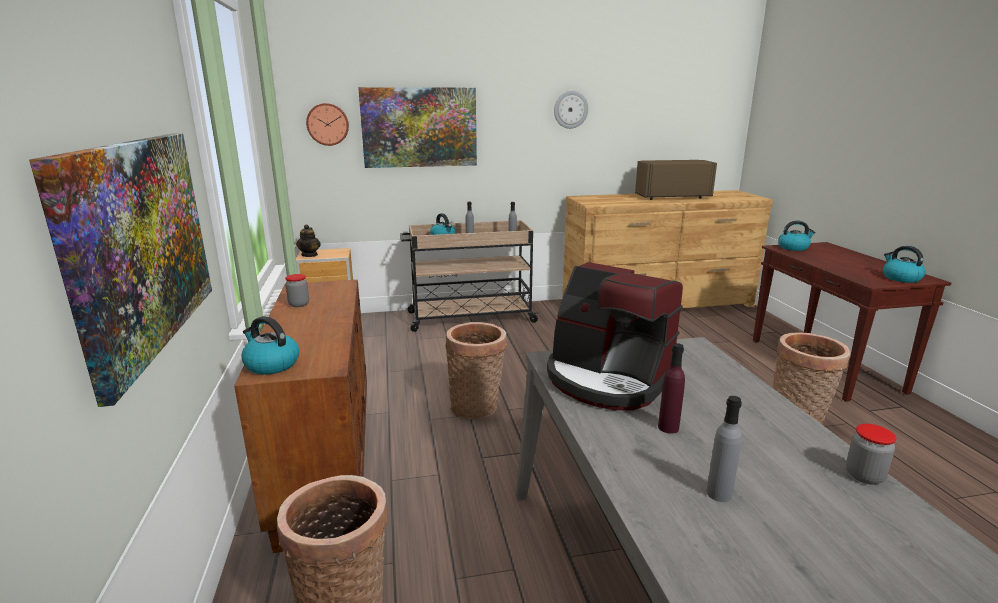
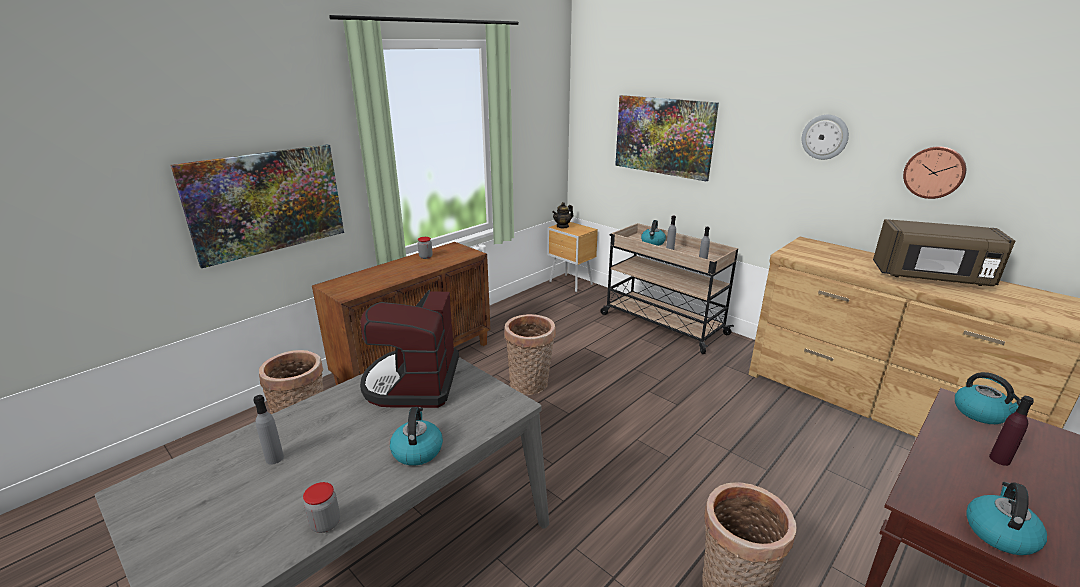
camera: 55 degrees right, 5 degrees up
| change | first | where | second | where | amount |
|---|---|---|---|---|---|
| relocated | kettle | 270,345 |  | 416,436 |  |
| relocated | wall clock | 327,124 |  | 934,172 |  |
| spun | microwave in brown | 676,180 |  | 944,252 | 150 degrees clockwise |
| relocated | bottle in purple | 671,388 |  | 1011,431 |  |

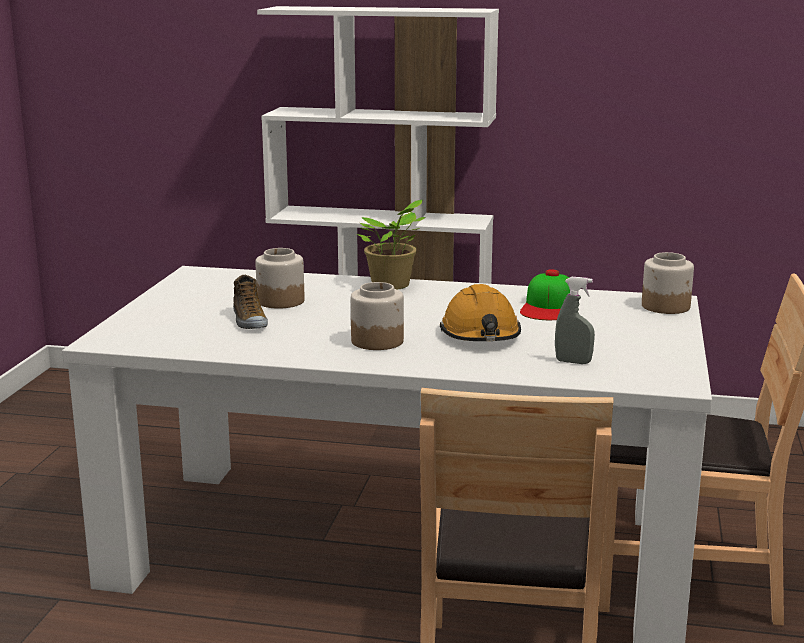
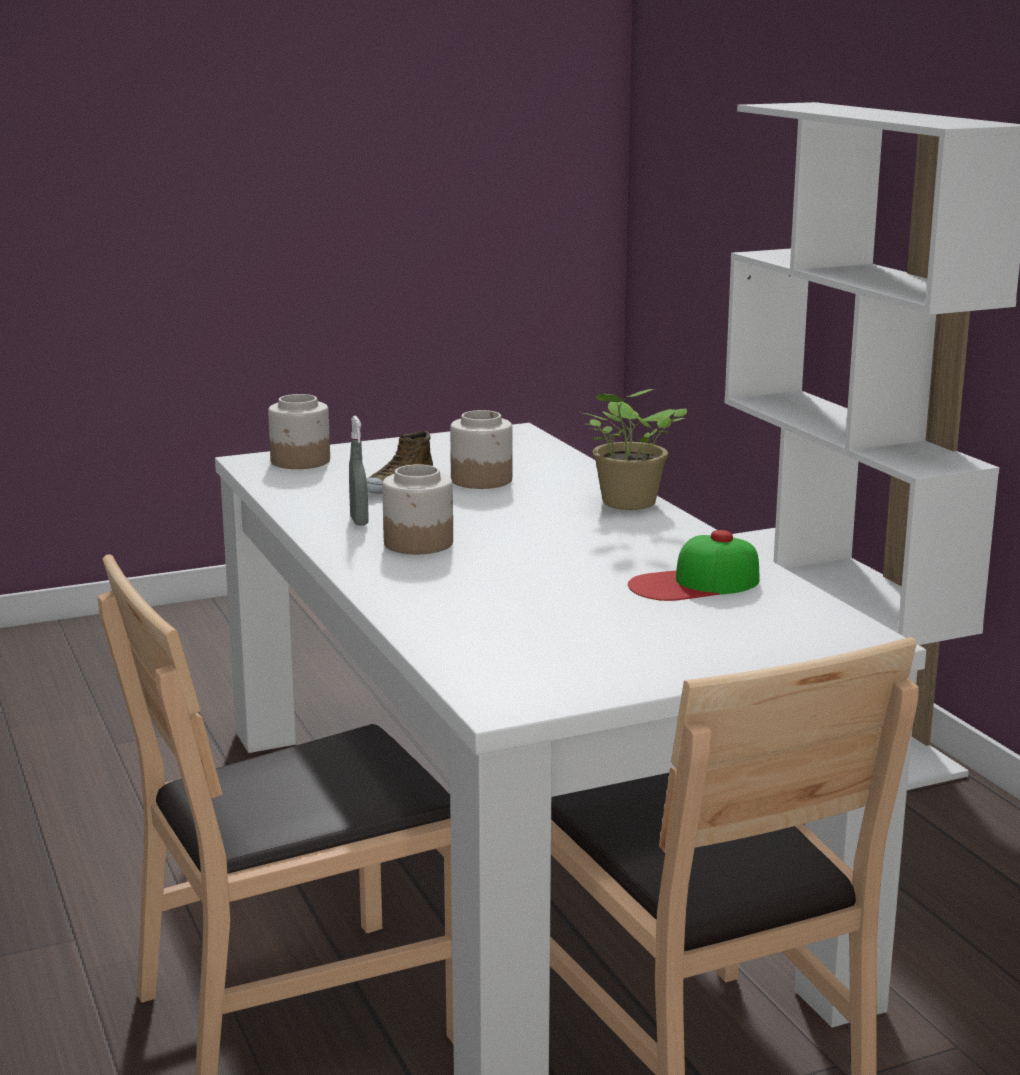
camera: 55 degrees right, 0 degrees up
| change | first | where | second | where | amount |
|---|---|---|---|---|---|
| missing | hard hat in orange | 480,312 |  |  |  |
| relocated | spray bottle in grey | 575,320 |  | 358,471 |  |
| relocated | jar | 668,283 |  | 299,431 |  |

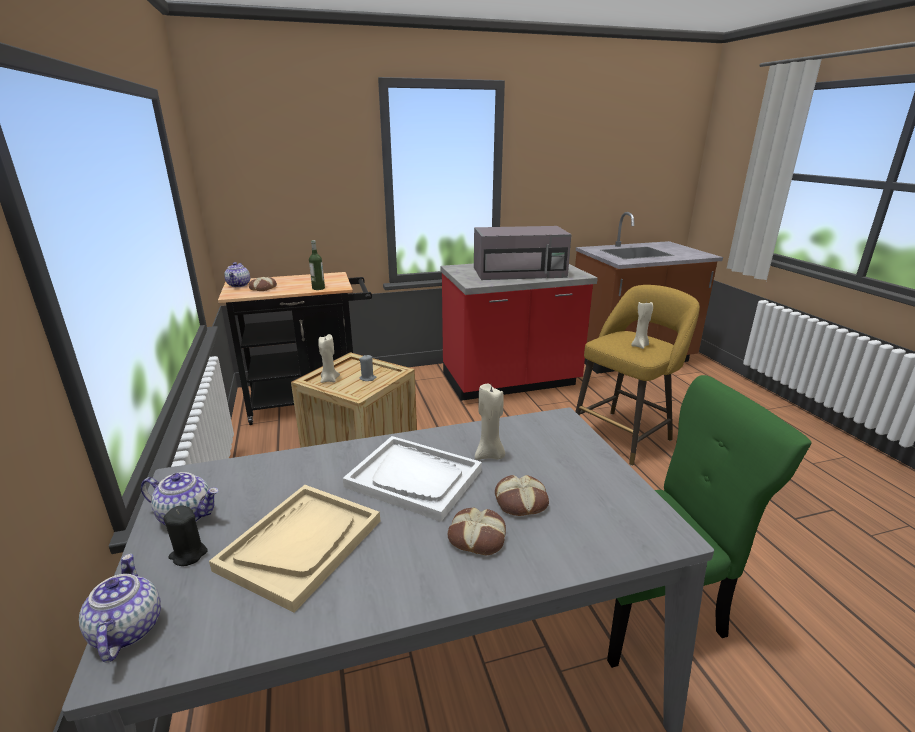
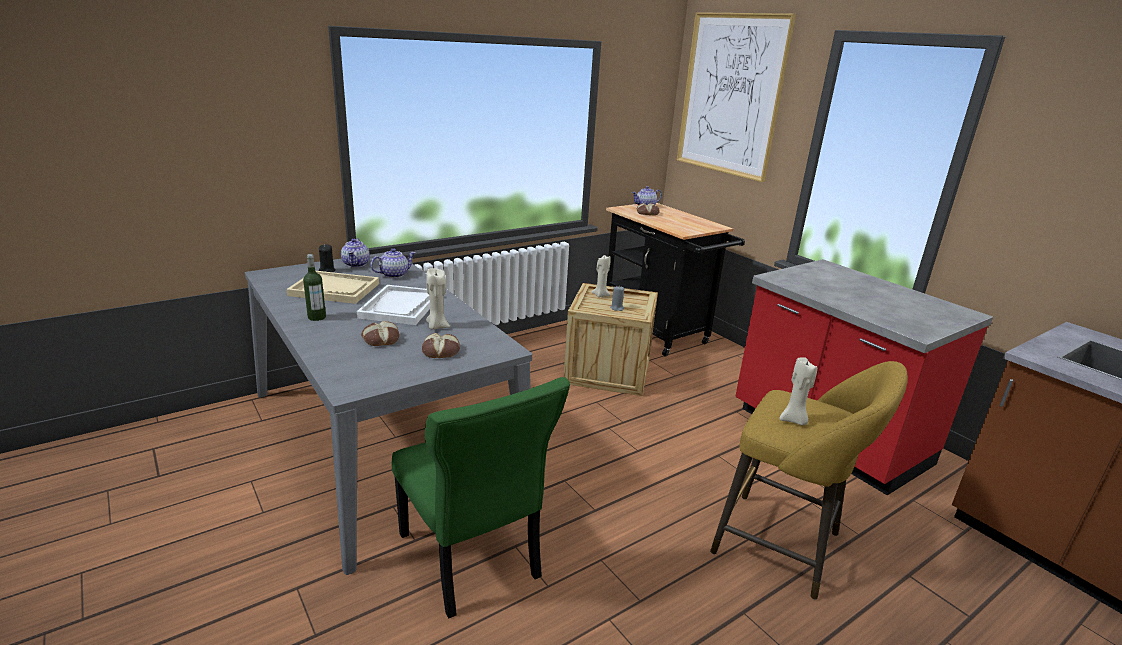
camera: 70 degrees right, 0 degrees up
| change | first | where | second | where | amount |
|---|---|---|---|---|---|
| relocated | teapot | 120,608 |  | 392,263 |  |
| relocated | bottle | 317,265 |  | 314,287 |  |
| relocated | bread | 477,531 |  | 441,345 |  |
| missing | microwave in grey | 523,253 |  |  |  |
| appeared |  |  | picture | 736,97 |  |

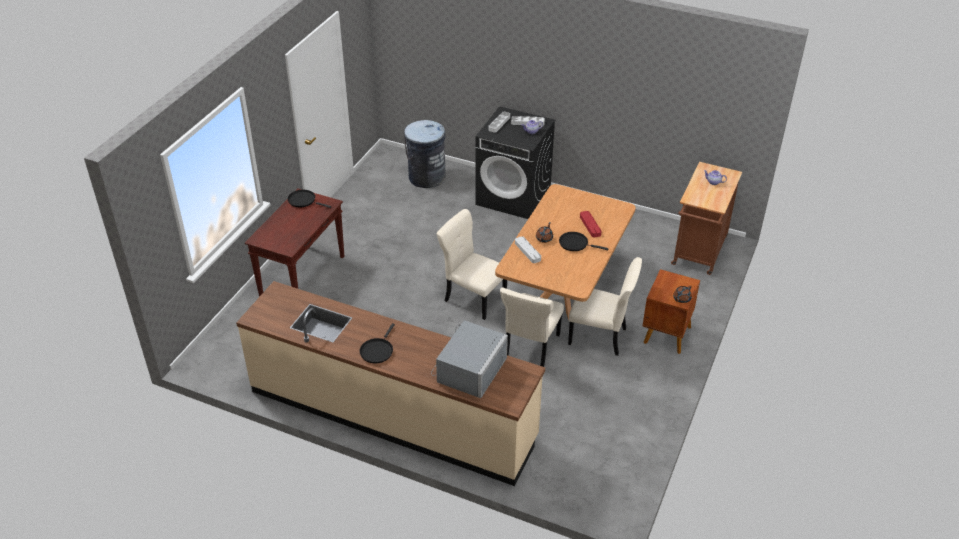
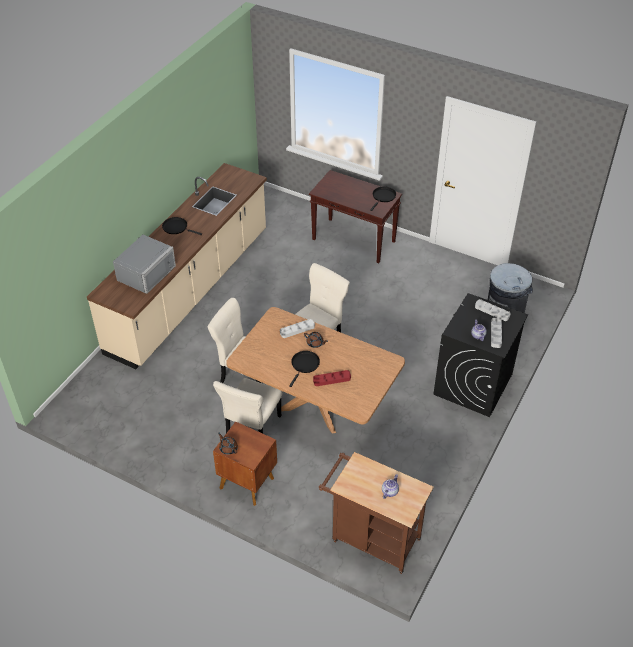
camera: 95 degrees right, 5 degrees up
| change | first | where | second | where | amount |
|---|---|---|---|---|---|
| spun | microwave in grey | 469,359 |  | 144,264 | 90 degrees counterclockwise |

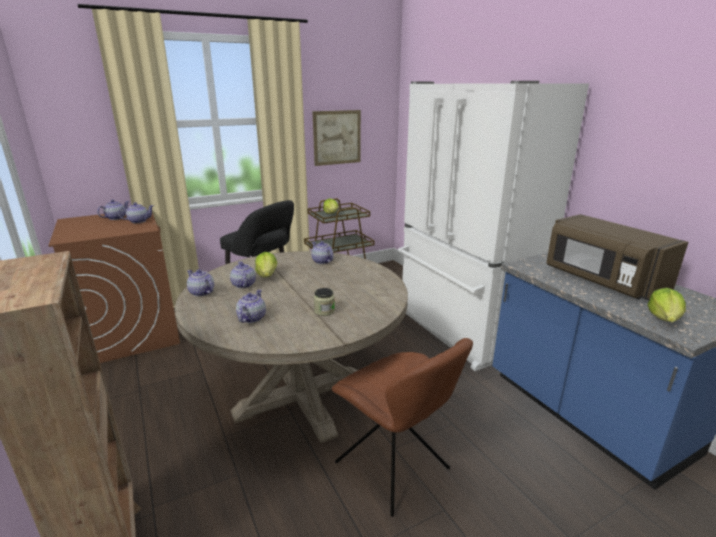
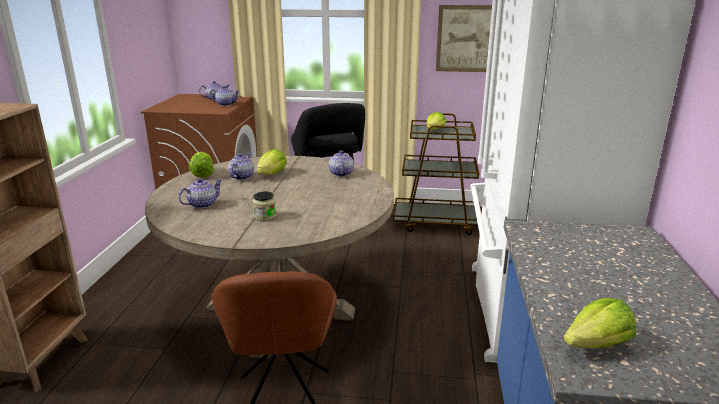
camera: 35 degrees right, 0 degrees up
| change | first | where | second | where | amount |
|---|---|---|---|---|---|
| exchanged | teapot | 200,283 | lettuce | 201,165 |  |
| missing | microwave in brown | 617,257 |  |  |  |

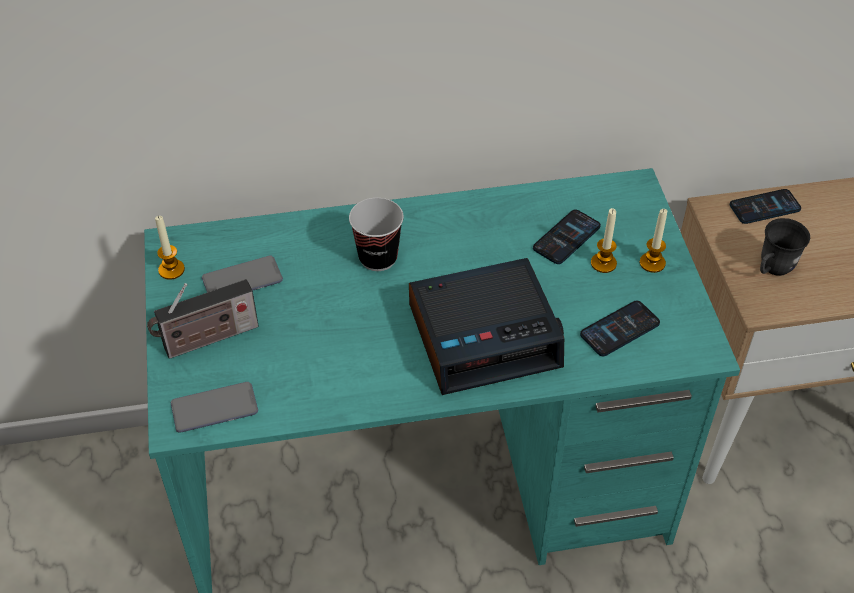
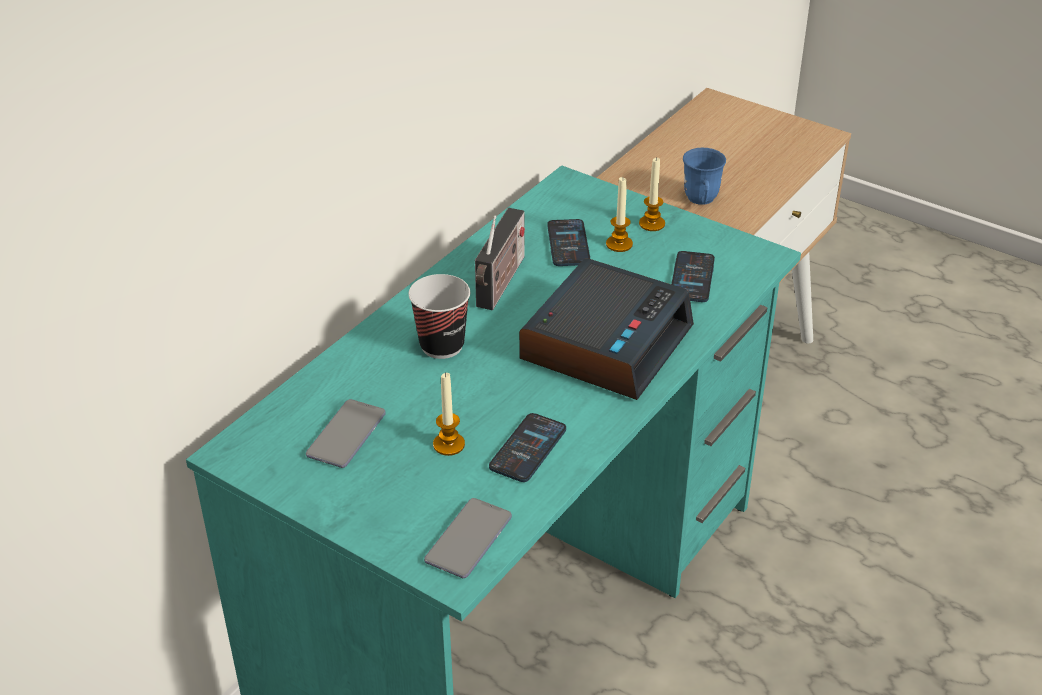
camera: 45 degrees left, 10 degrees down
| change | first | where | second | where | amount |
|---|---|---|---|---|---|
| relocated | radio | 203,319 |  | 500,259 |  |
| relocated | candle | 170,248 |  | 449,414 |  |
| relocated | phone | 765,206 |  | 527,447 |  |
| colour | mug in grey | 785,247 | mug in blue | 704,176 |  |

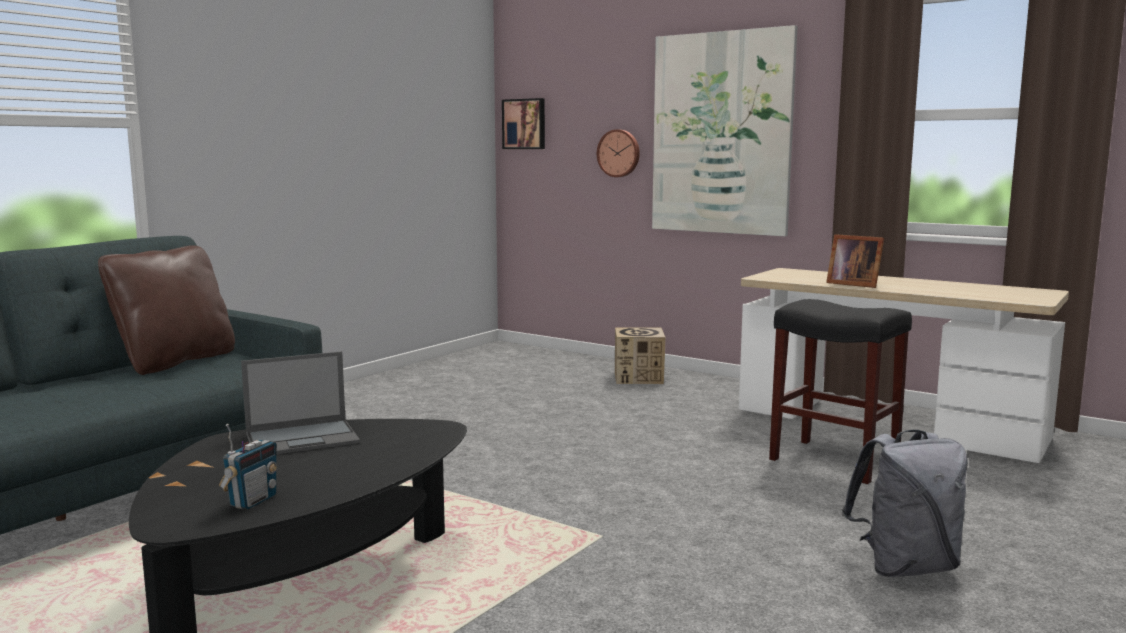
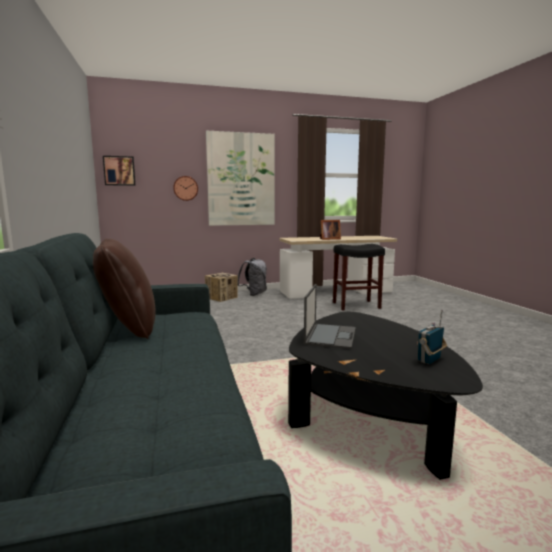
camera: 50 degrees left, 0 degrees up
| change | first | where | second | where | amount |
|---|---|---|---|---|---|
| spun | radio | 248,467 |  | 432,337 | 105 degrees counterclockwise |
| relocated | backpack in grey | 905,503 |  | 252,277 |  |

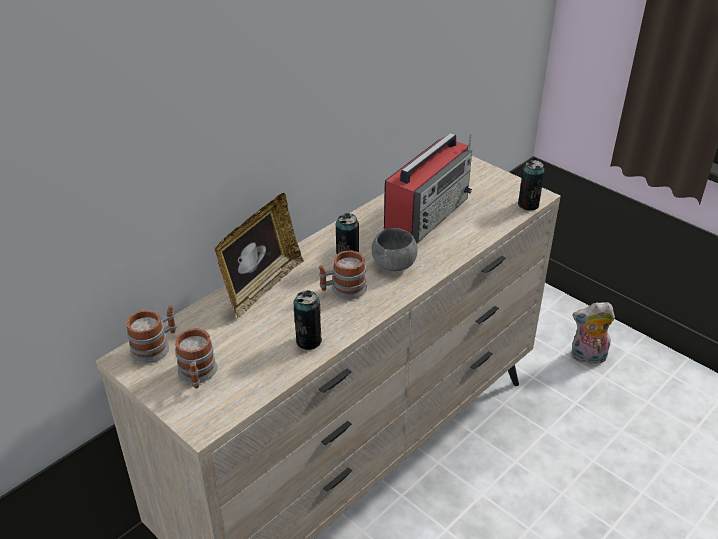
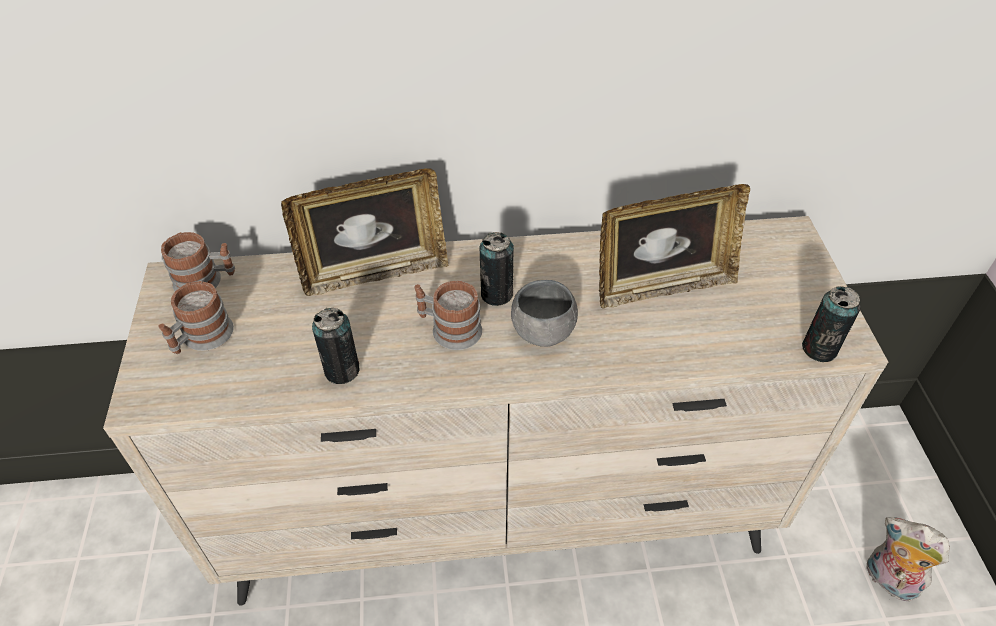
camera: 40 degrees right, 10 degrees up
| change | first | where | second | where | amount |
|---|---|---|---|---|---|
| exchanged | radio | 428,188 | picture frame | 674,246 |  |

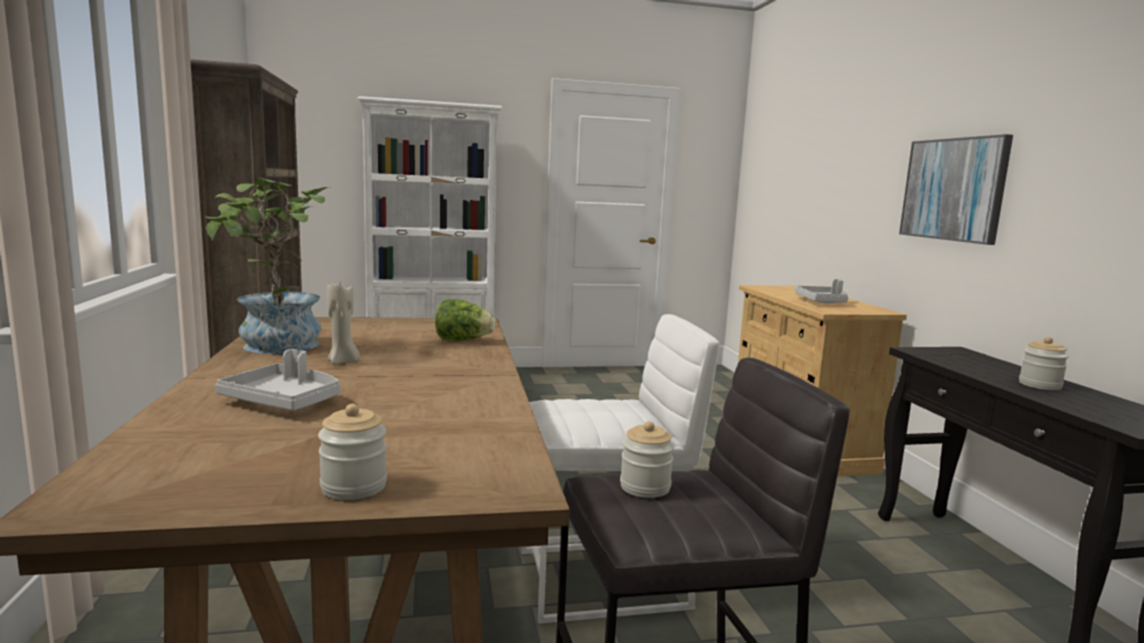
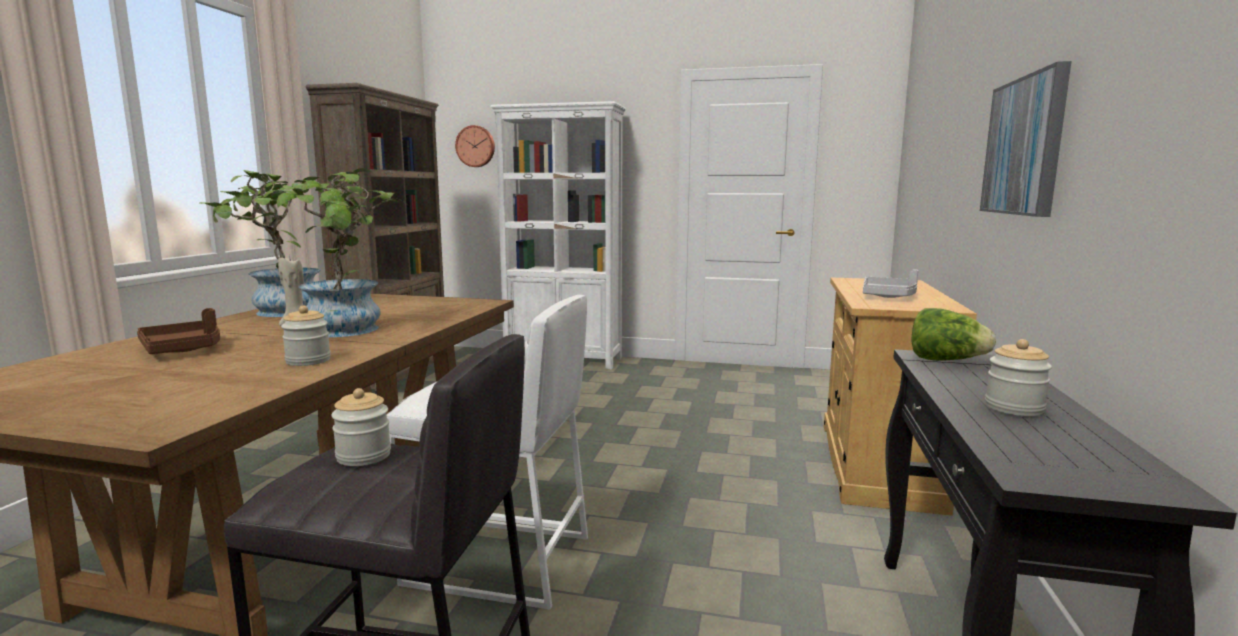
camera: 25 degrees right, 0 degrees up
| change | first | where | second | where | amount |
|---|---|---|---|---|---|
| colour | tray in grey | 277,380 | tray in brown | 178,331 |  |
| relocated | jar | 352,452 |  | 306,335 |  |
| relocated | lettuce | 465,320 |  | 954,334 |  |
| appeared |  |  | potted plant | 340,252 |  |
| appeared |  |  | wall clock | 475,146 |  |

